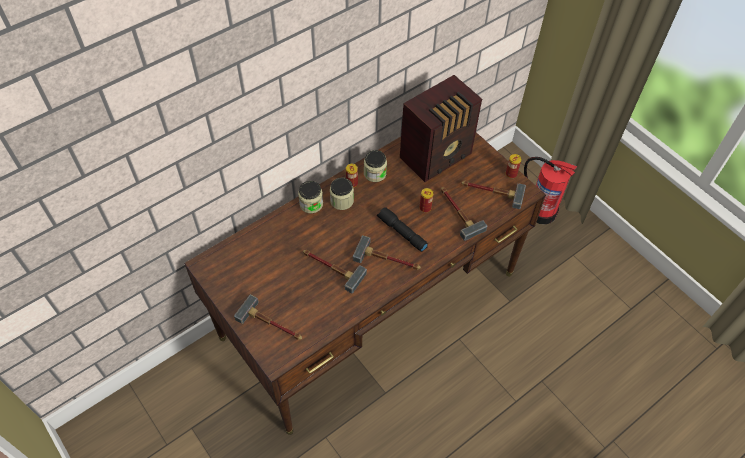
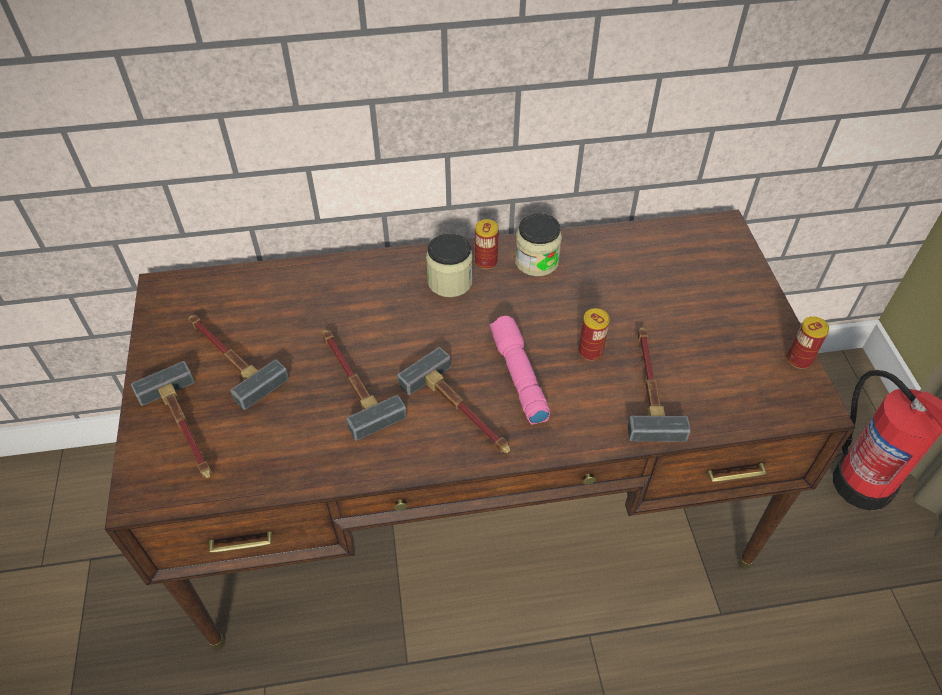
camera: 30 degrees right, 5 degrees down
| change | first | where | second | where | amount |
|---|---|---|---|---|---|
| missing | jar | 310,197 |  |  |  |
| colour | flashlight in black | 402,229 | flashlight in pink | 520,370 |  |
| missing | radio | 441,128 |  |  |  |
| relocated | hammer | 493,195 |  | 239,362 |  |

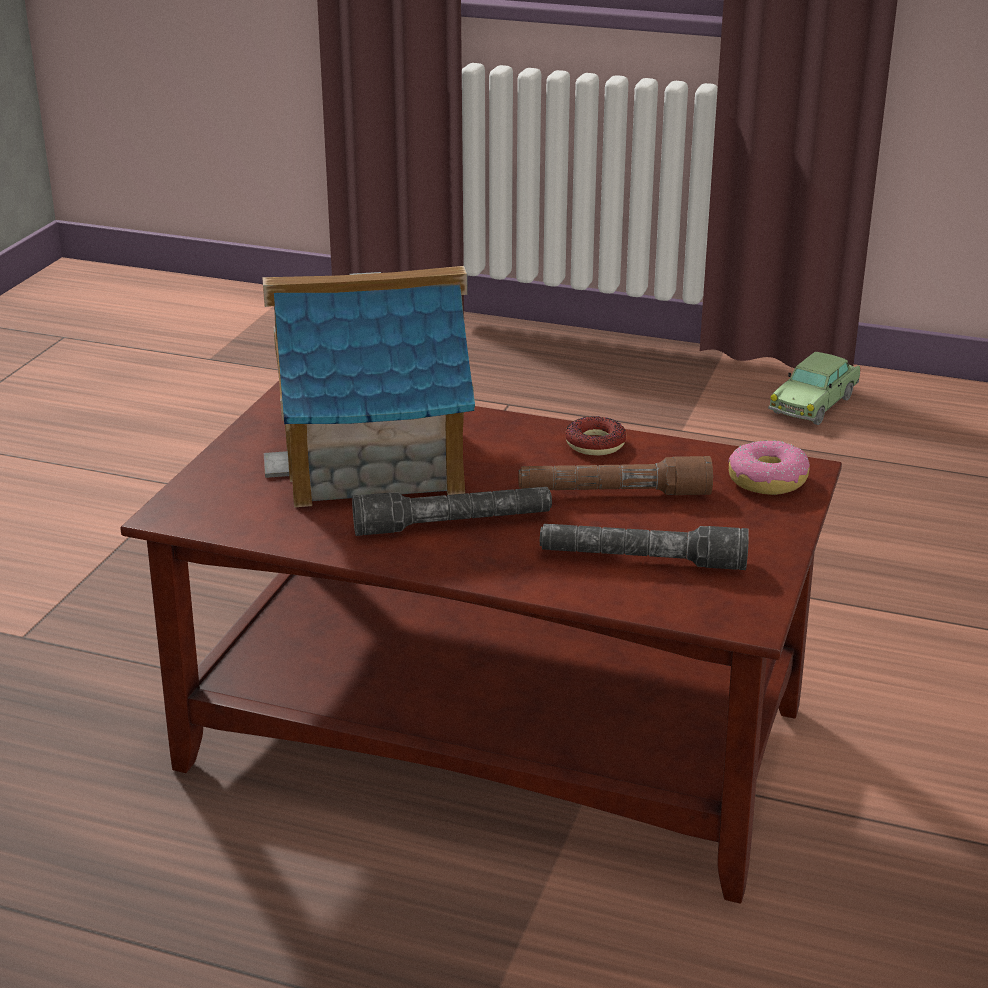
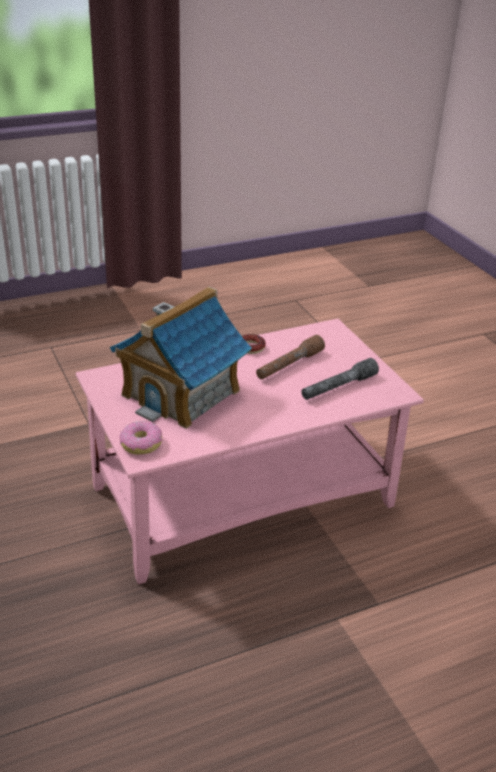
camera: 45 degrees left, 5 degrees up
| change | first | where | second | where | amount |
|---|---|---|---|---|---|
| colour | coffee table in brown | 481,642 | coffee table in pink | 250,451 |  |
| missing | flashlight in grey | 452,511 |  |  |  |
| relocated | donut | 769,467 |  | 140,438 |  |
| missing | toy car | 814,388 |  |  |  |

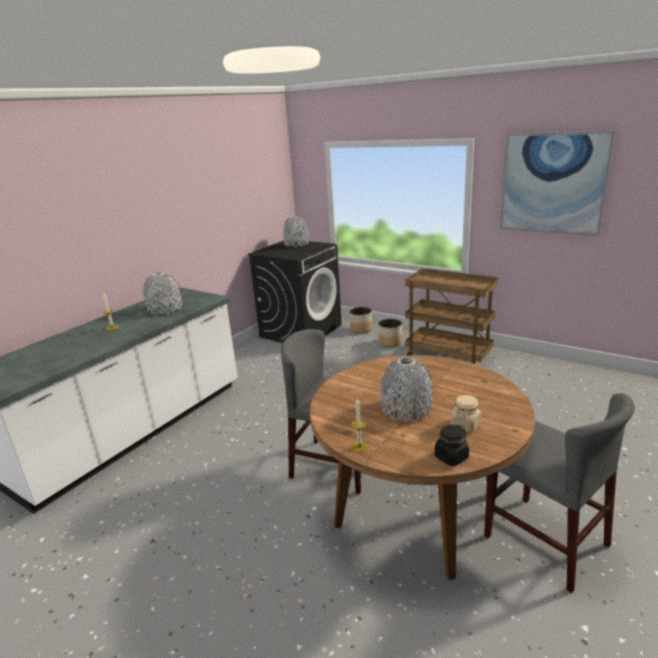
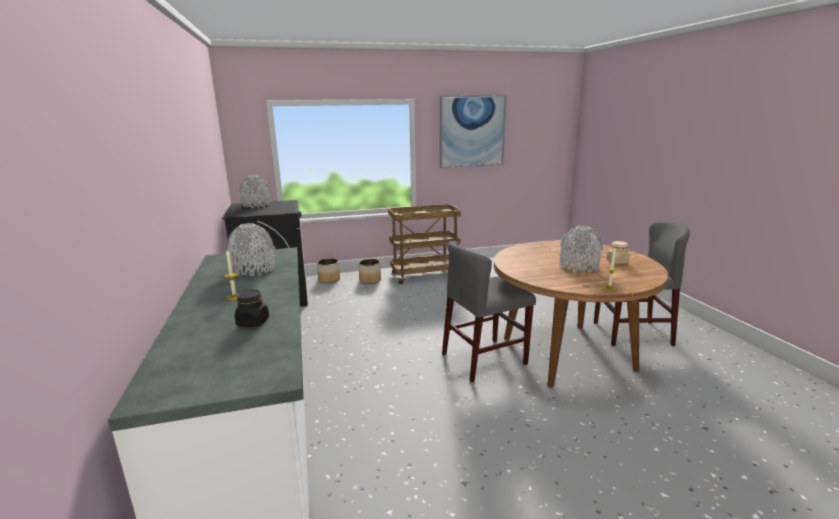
camera: 50 degrees left, 5 degrees down
| change | first | where | second | where | amount |
|---|---|---|---|---|---|
| relocated | jar in black | 452,445 |  | 252,308 |  |

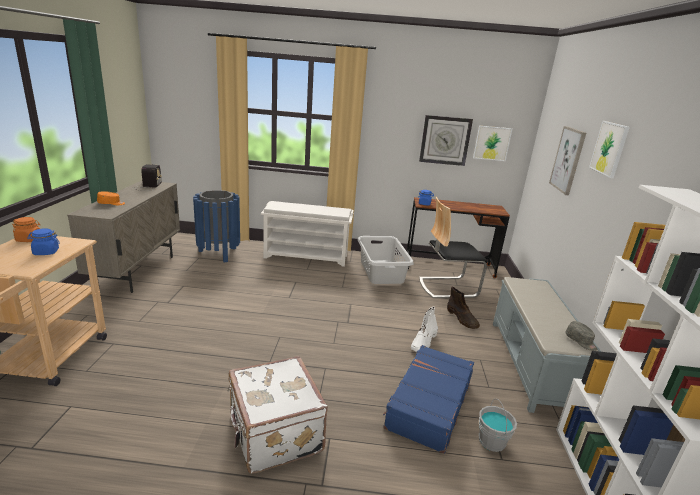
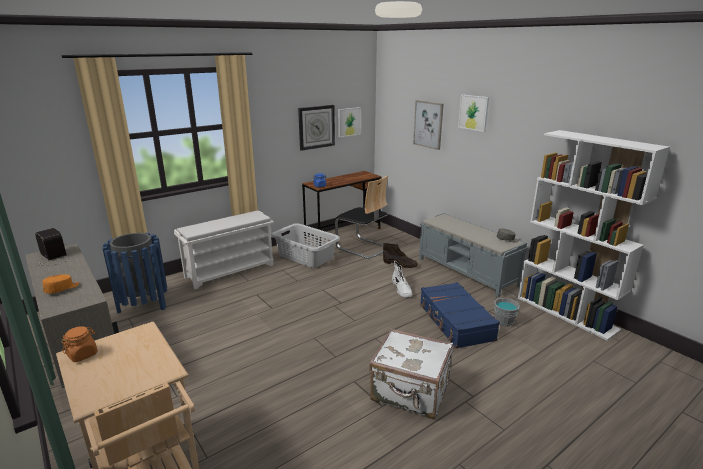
camera: 40 degrees left, 0 degrees up
| change | first | where | second | where | amount |
|---|---|---|---|---|---|
| missing | jar in blue | 43,241 |  |  |  |
| spun | chair | 453,247 |  | 361,217 | 90 degrees counterclockwise |

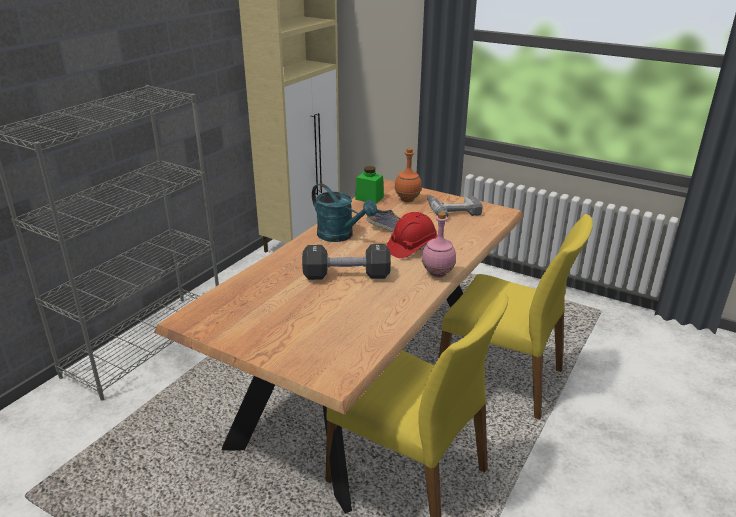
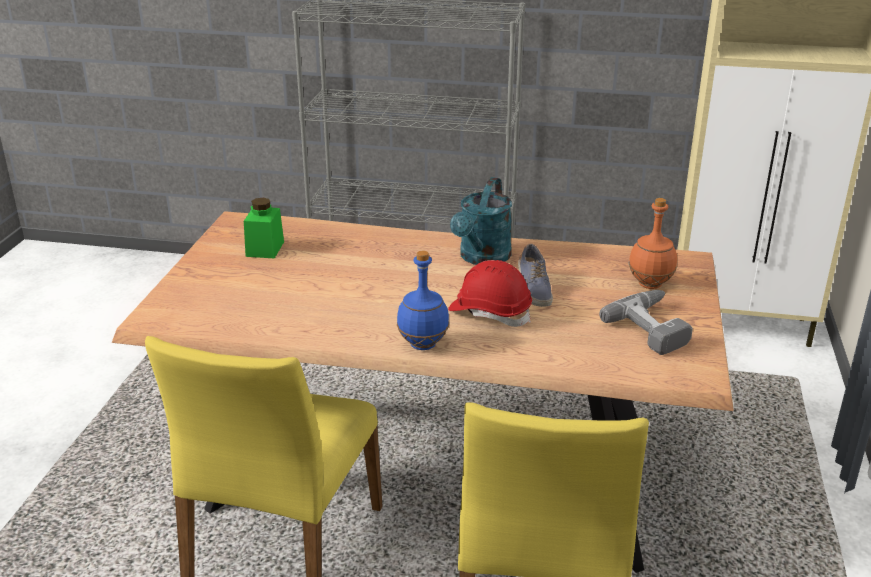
camera: 70 degrees right, 0 degrees up
| change | first | where | second | where | amount |
|---|---|---|---|---|---|
| missing | dumbbell in black | 346,262 |  |  |  |
| relocated | jar in green | 369,185 |  | 264,228 |  |
| colour | bottle in pink | 439,245 | bottle in blue | 423,300 |  |

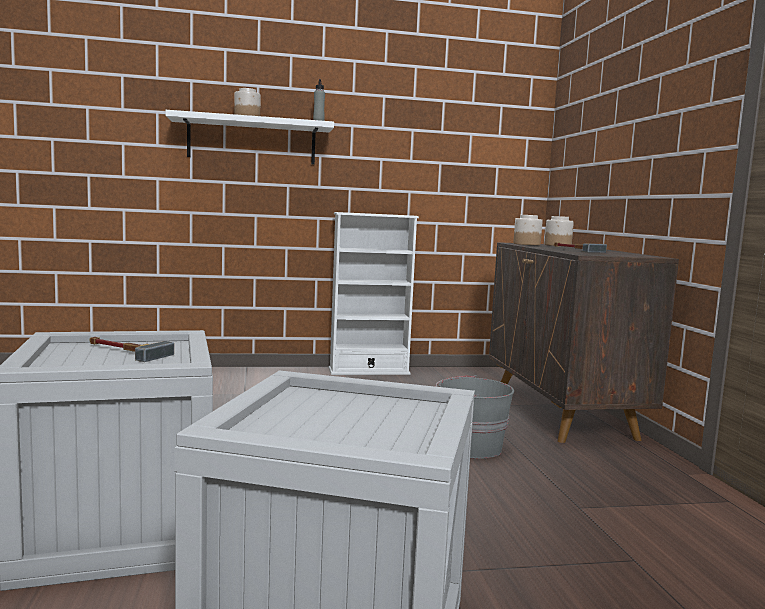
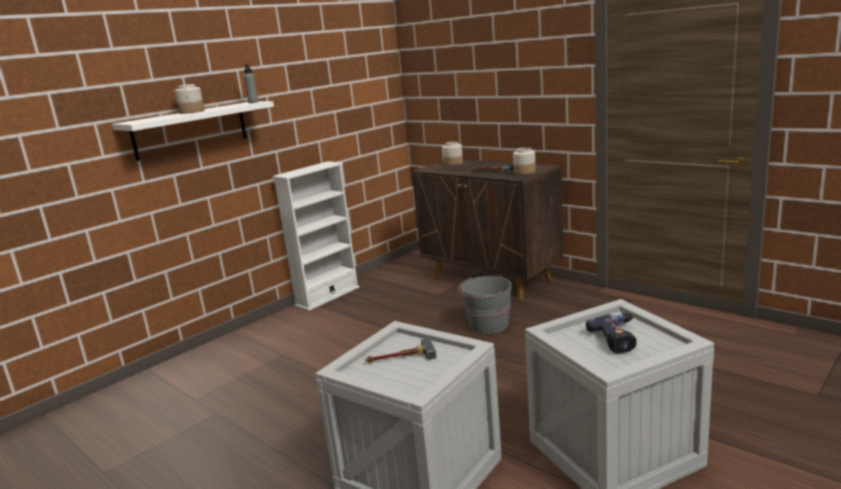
camera: 35 degrees left, 10 degrees up
| change | first | where | second | where | amount |
|---|---|---|---|---|---|
| relocated | jar | 528,230 |  | 524,160 |  |
| appeared |  |  | power drill | 611,333 |  |

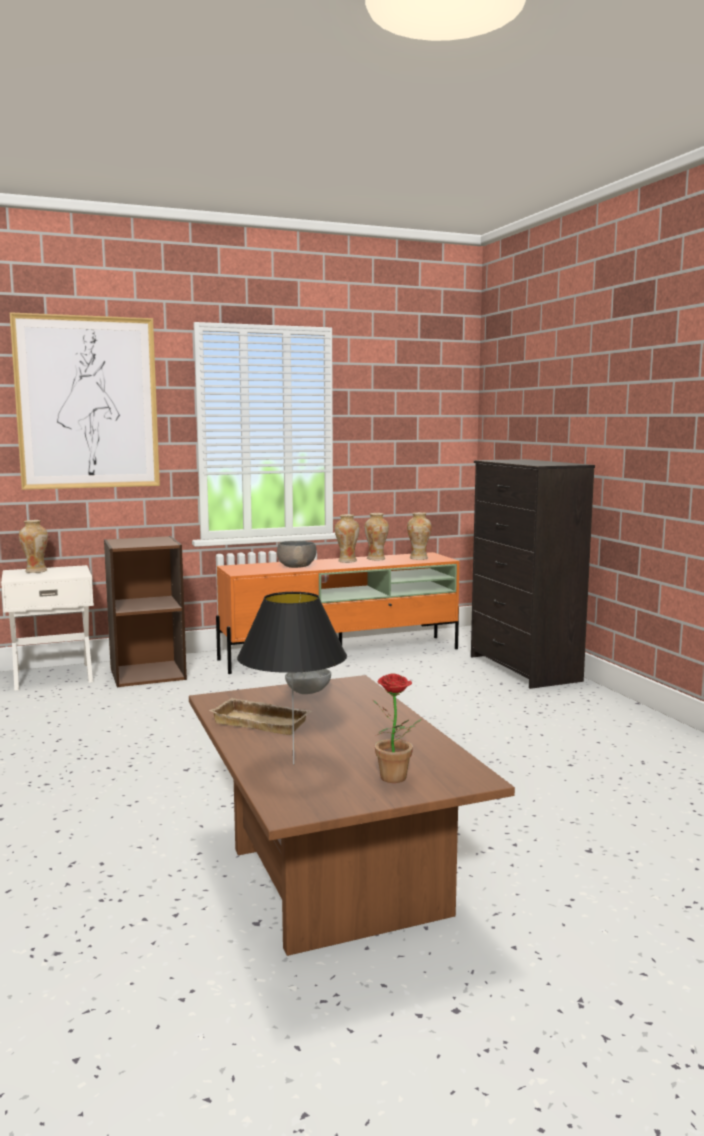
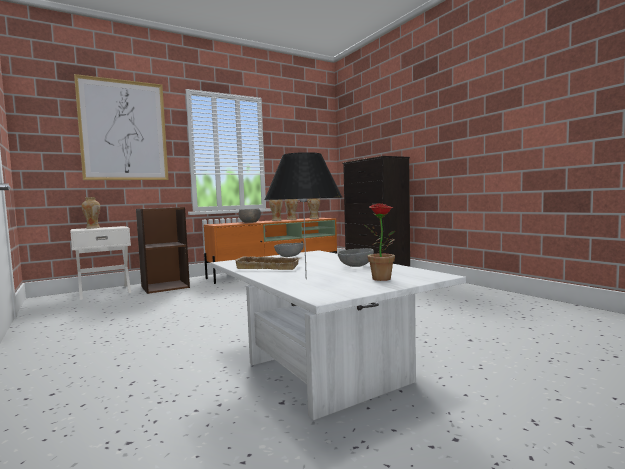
camera: 10 degrees left, 5 degrees down
| change | first | where | second | where | amount |
|---|---|---|---|---|---|
| colour | coffee table in brown | 352,815 | coffee table in white | 338,335 |  |
| appeared |  |  | bowl in grey | 356,257 |  |

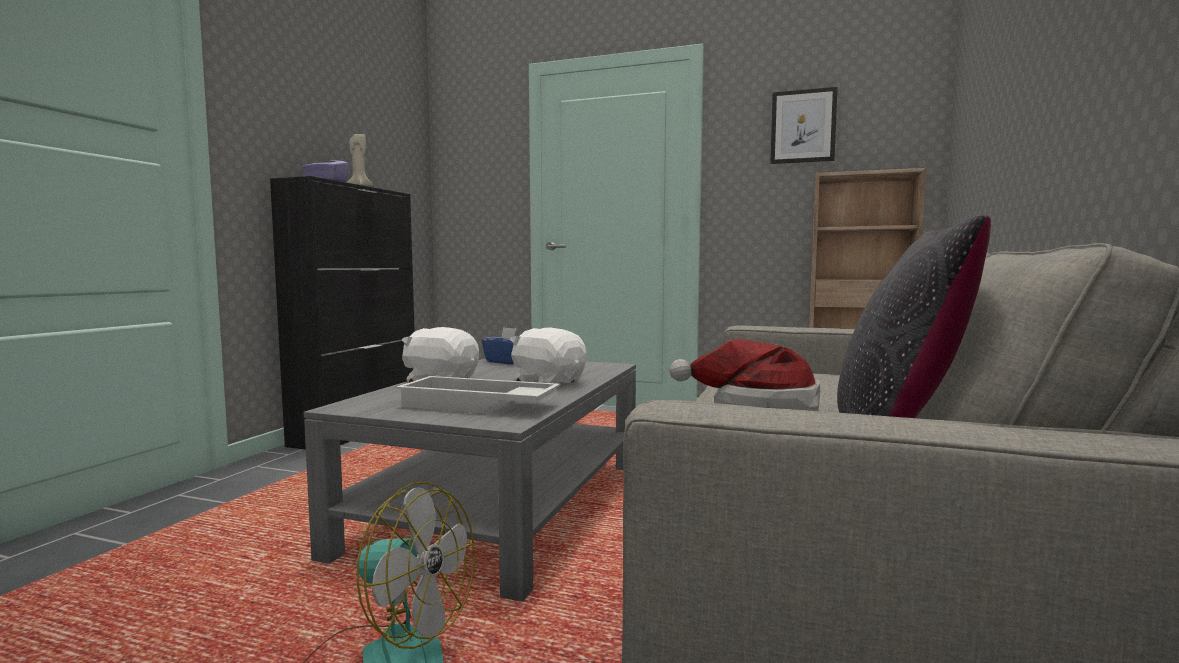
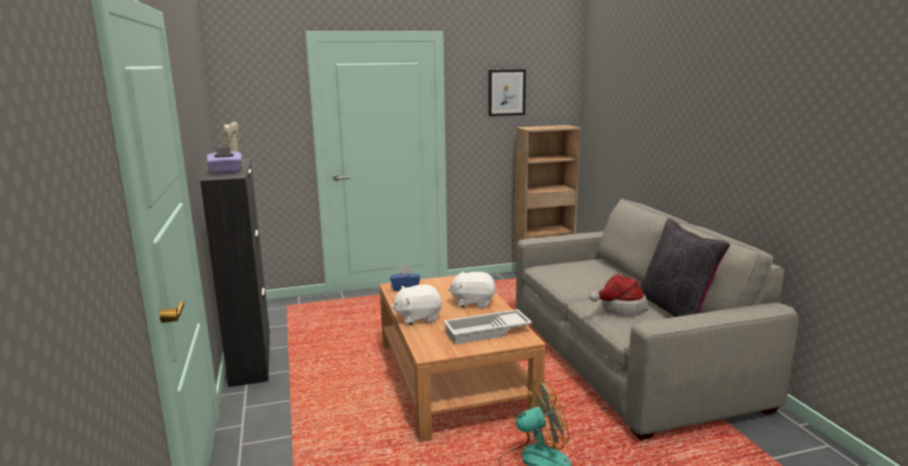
camera: 35 degrees left, 10 degrees up
| change | first | where | second | where | amount |
|---|---|---|---|---|---|
| colour | coffee table in grey | 470,480 | coffee table in brown | 462,358 |  |

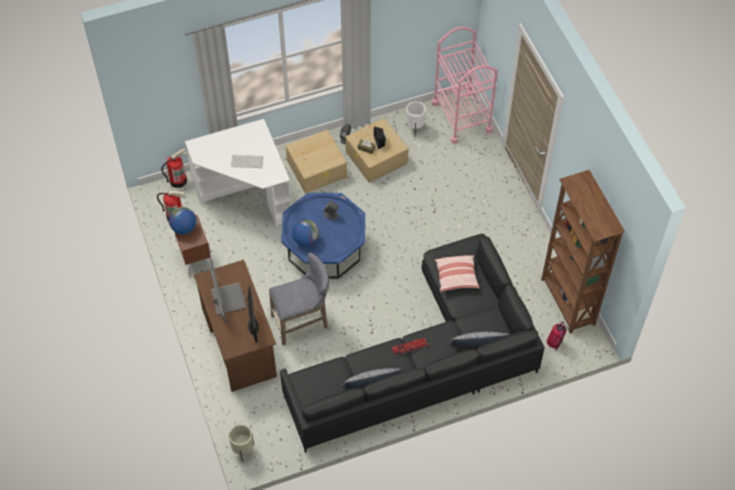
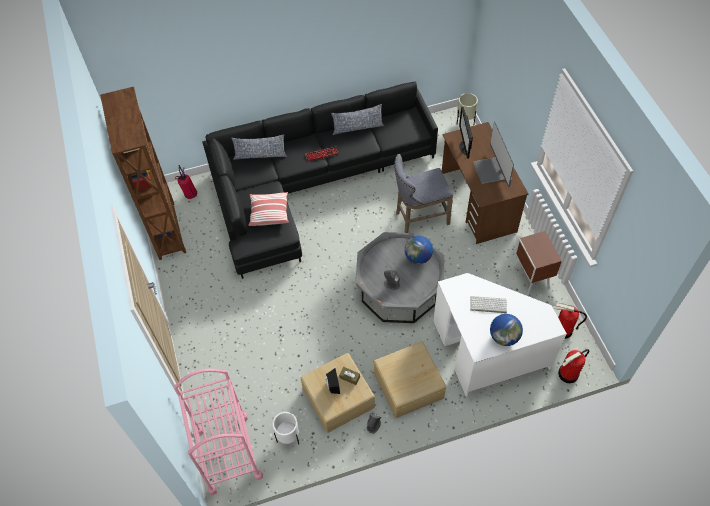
camera: 175 degrees left, 0 degrees up
| change | first | where | second | where | amount |
|---|---|---|---|---|---|
| relocated | globe | 182,220 |  | 506,330 |  |
| colour | coffee table in blue | 323,236 | coffee table in grey | 400,277 |  |

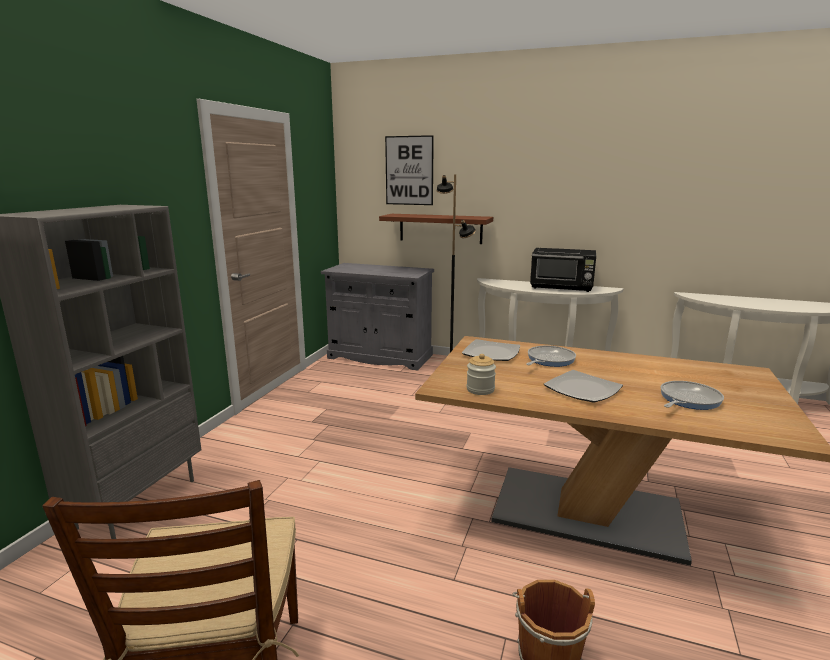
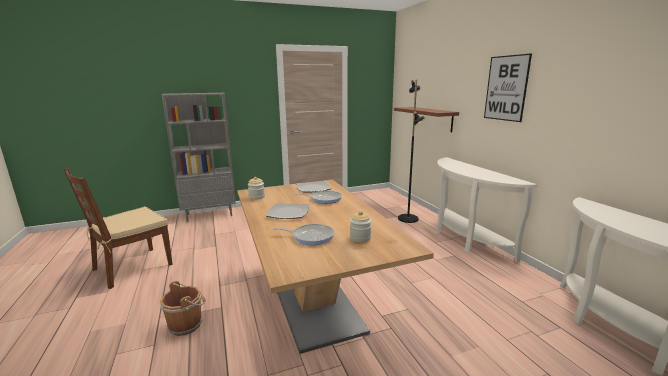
camera: 50 degrees right, 0 degrees up
| change | first | where | second | where | amount |
|---|---|---|---|---|---|
| missing | cabinet in grey | 377,317 |  |  |  |
| relocated | picture | 409,170 |  | 508,87 |  |
| missing | microwave in black | 563,270 |  |  |  |
| appeared |  |  | jar | 361,226 |  |

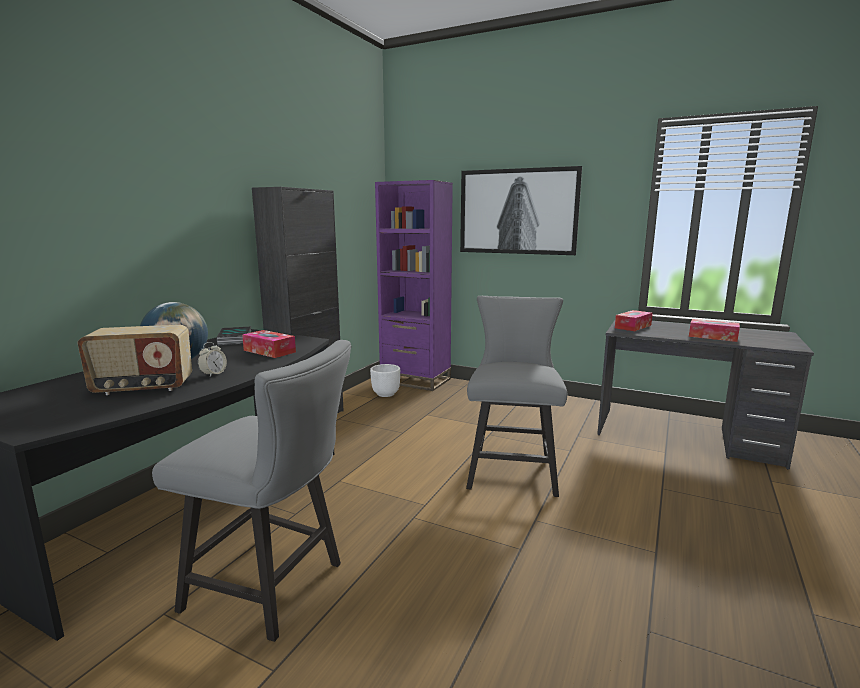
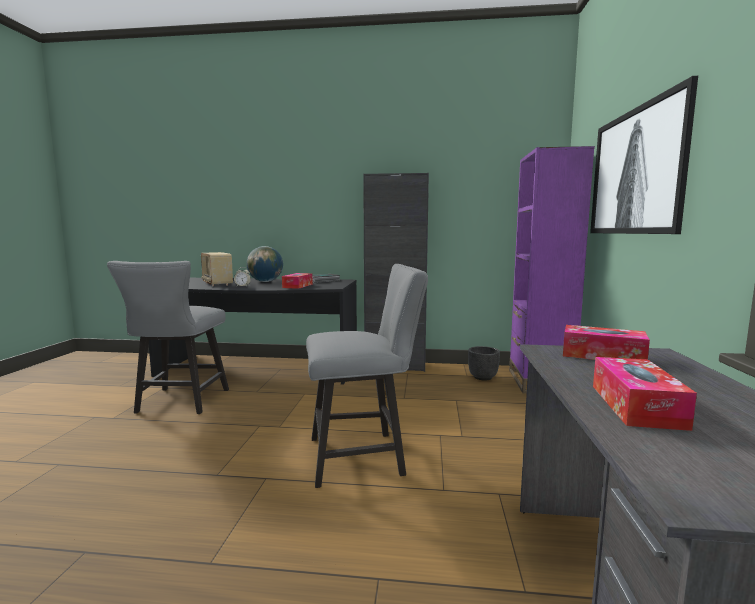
camera: 70 degrees right, 5 degrees down
| change | first | where | second | where | amount |
|---|---|---|---|---|---|
| colour | planter in white | 385,380 | planter in black | 484,363 |  |

